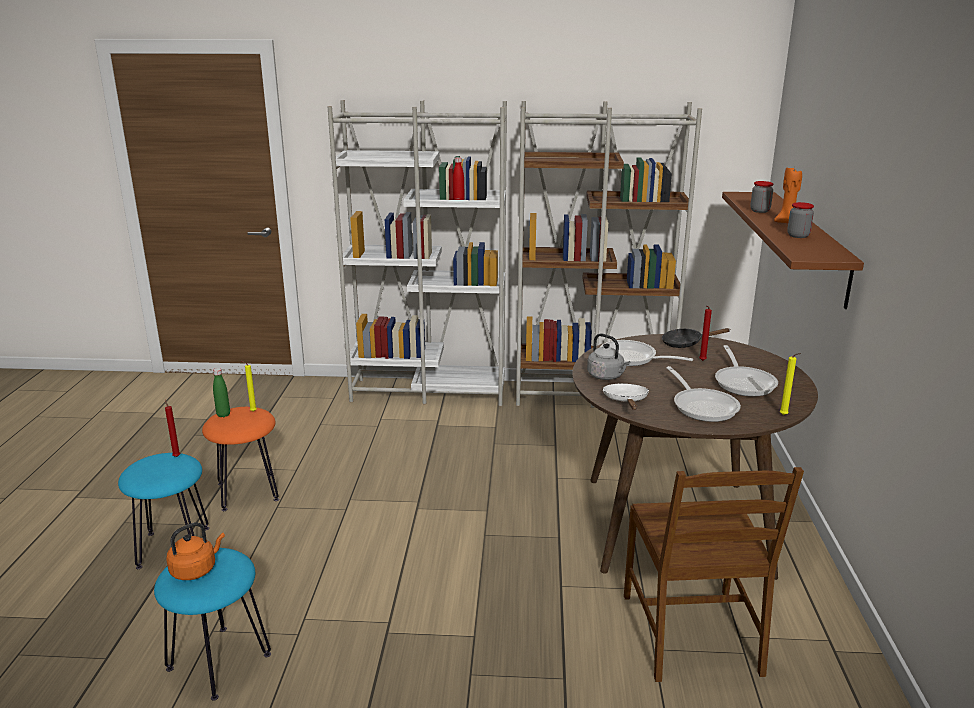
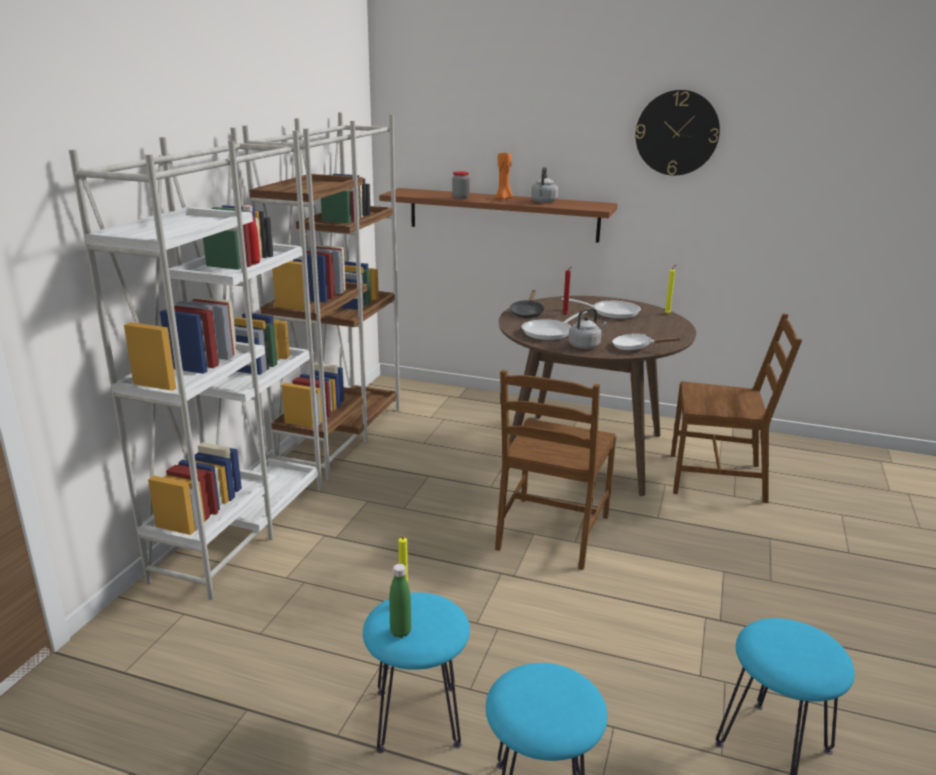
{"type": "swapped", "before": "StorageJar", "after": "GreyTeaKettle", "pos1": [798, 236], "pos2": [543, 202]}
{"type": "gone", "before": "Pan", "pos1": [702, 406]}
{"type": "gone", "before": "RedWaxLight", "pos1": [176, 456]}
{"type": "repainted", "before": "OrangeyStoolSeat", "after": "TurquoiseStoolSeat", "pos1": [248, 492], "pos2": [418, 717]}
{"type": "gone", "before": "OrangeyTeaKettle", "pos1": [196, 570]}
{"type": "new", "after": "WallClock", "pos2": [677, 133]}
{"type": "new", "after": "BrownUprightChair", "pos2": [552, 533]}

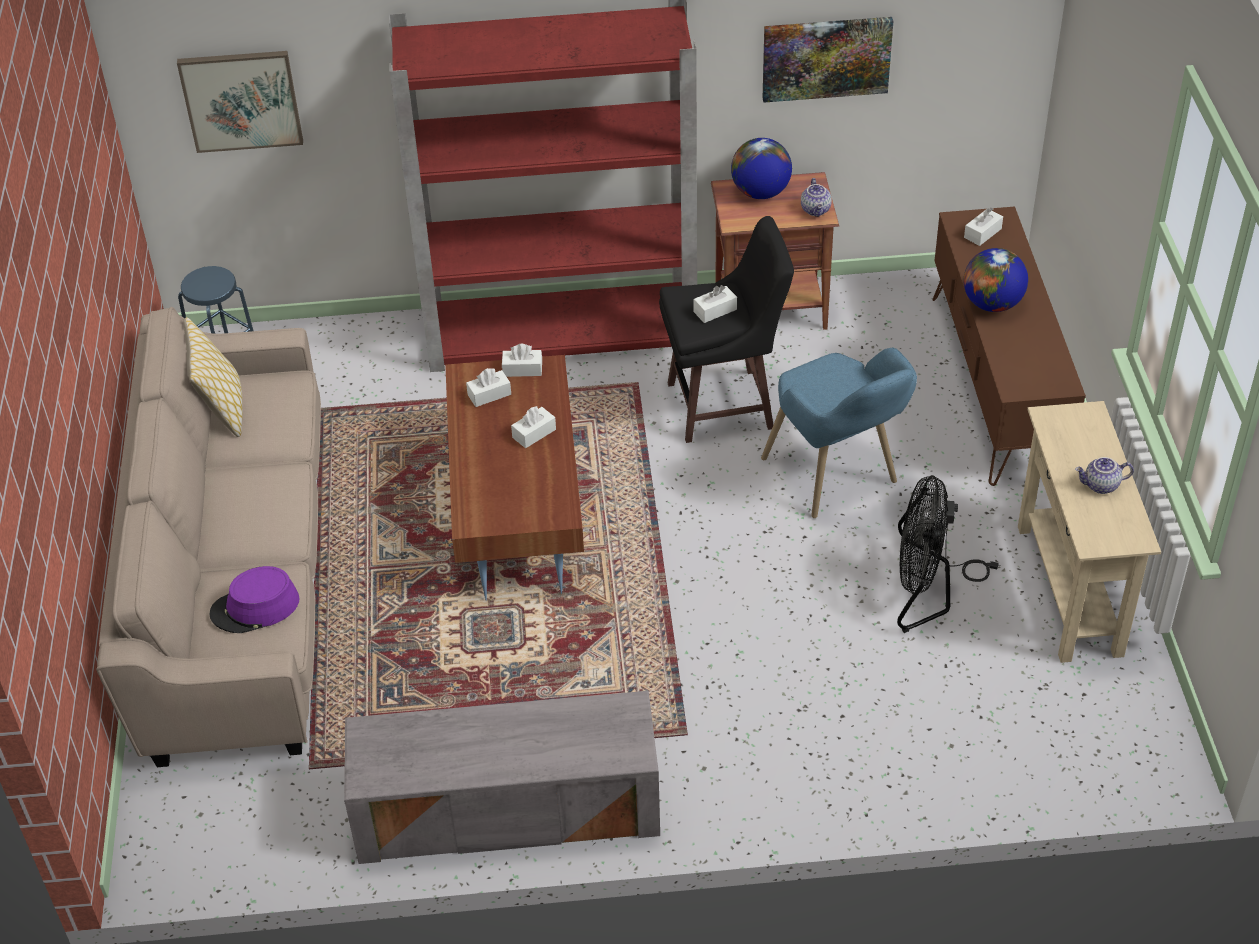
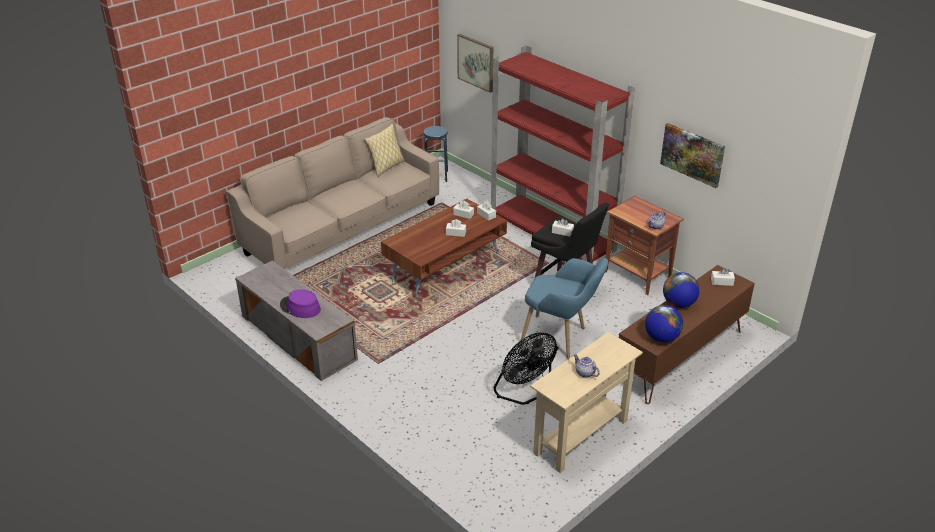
{"type": "shifted", "before": "DeskGlobe", "pos1": [760, 192], "pos2": [661, 338]}
{"type": "rotated", "before": "BlueColouredEasyChair", "pos1": [838, 482], "pos2": [561, 339], "turn": -90}
{"type": "shifted", "before": "PurpleWearableHat", "pos1": [255, 608], "pos2": [300, 307]}

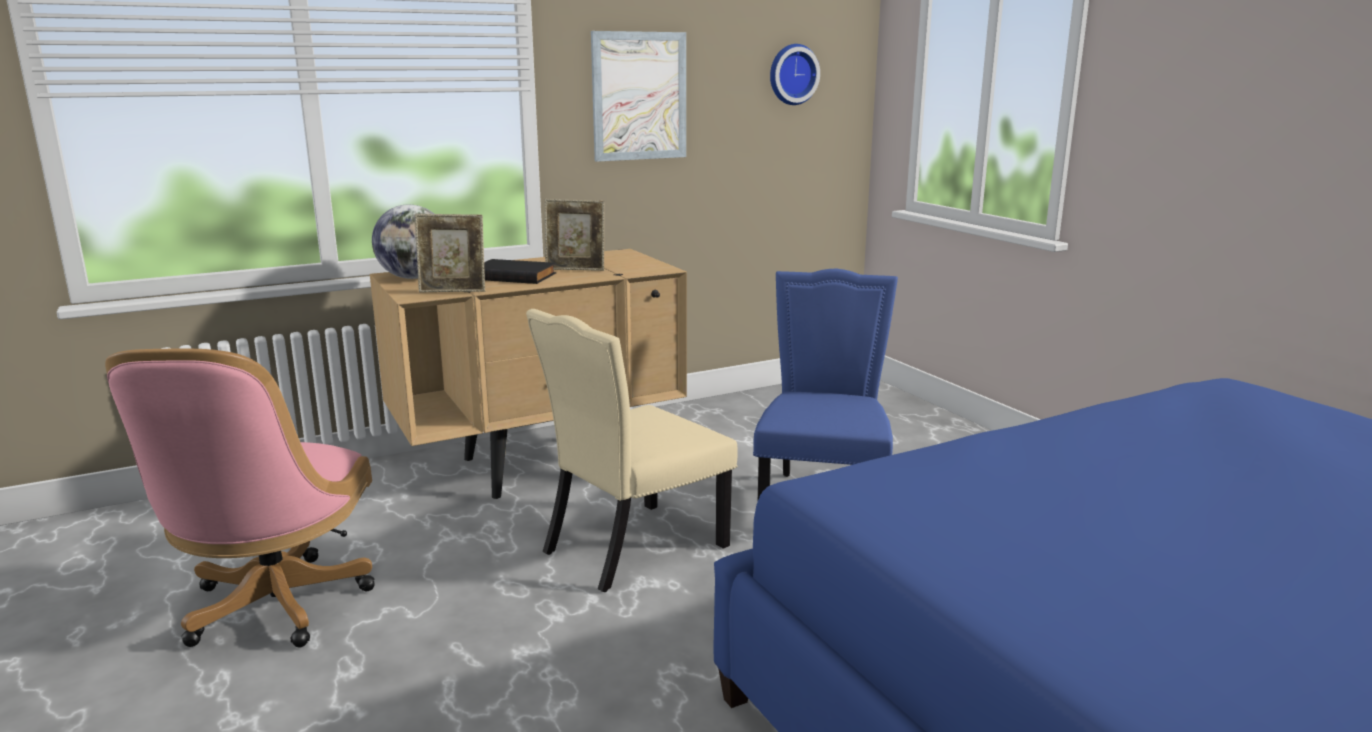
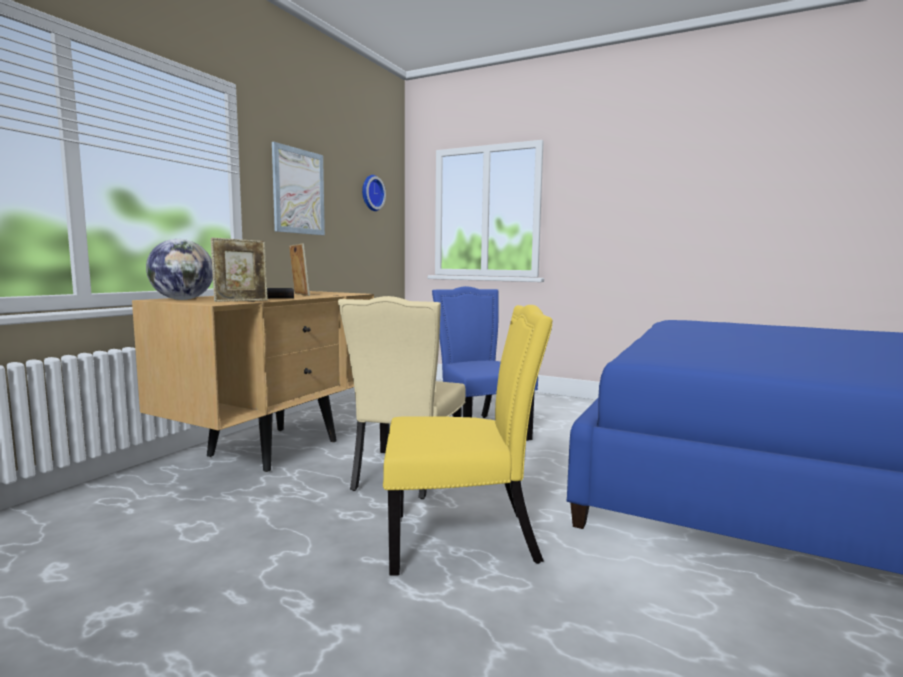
{"type": "rotated", "before": "PictureFrame", "pos1": [576, 269], "pos2": [300, 295], "turn": -90}
{"type": "gone", "before": "PinkColouredOfficeChair", "pos1": [271, 614]}
{"type": "new", "after": "YellowUprightChair", "pos2": [459, 539]}

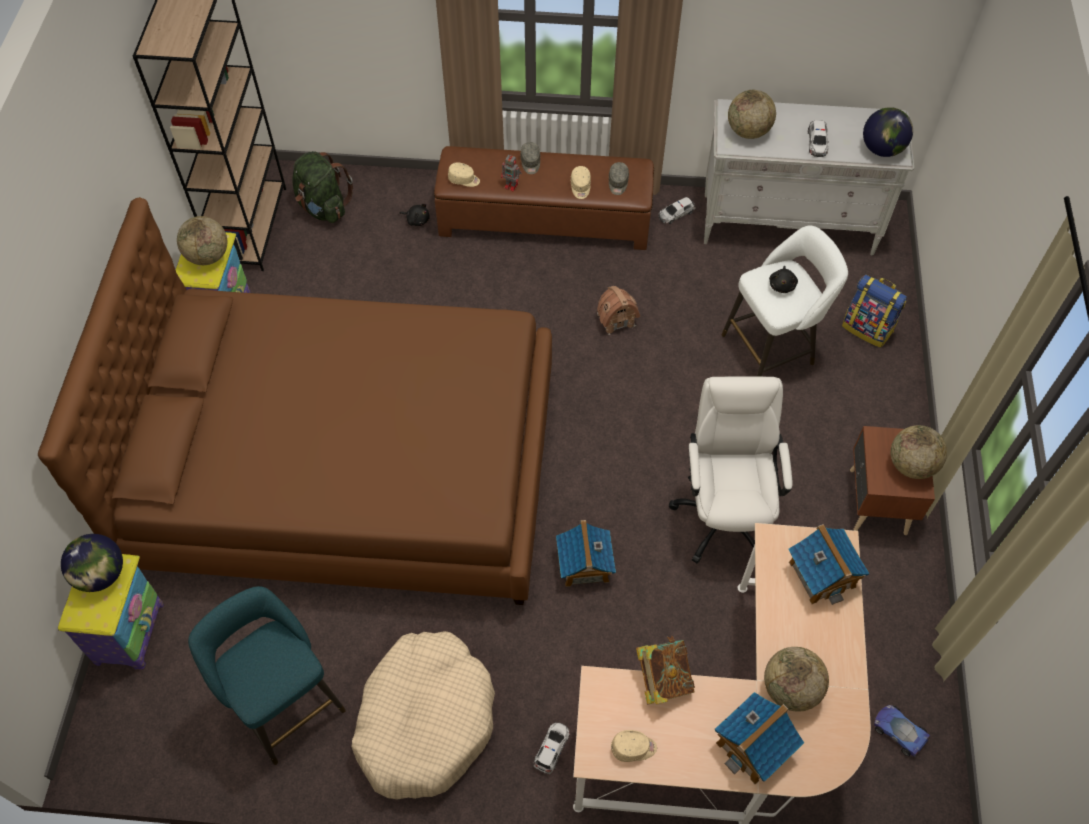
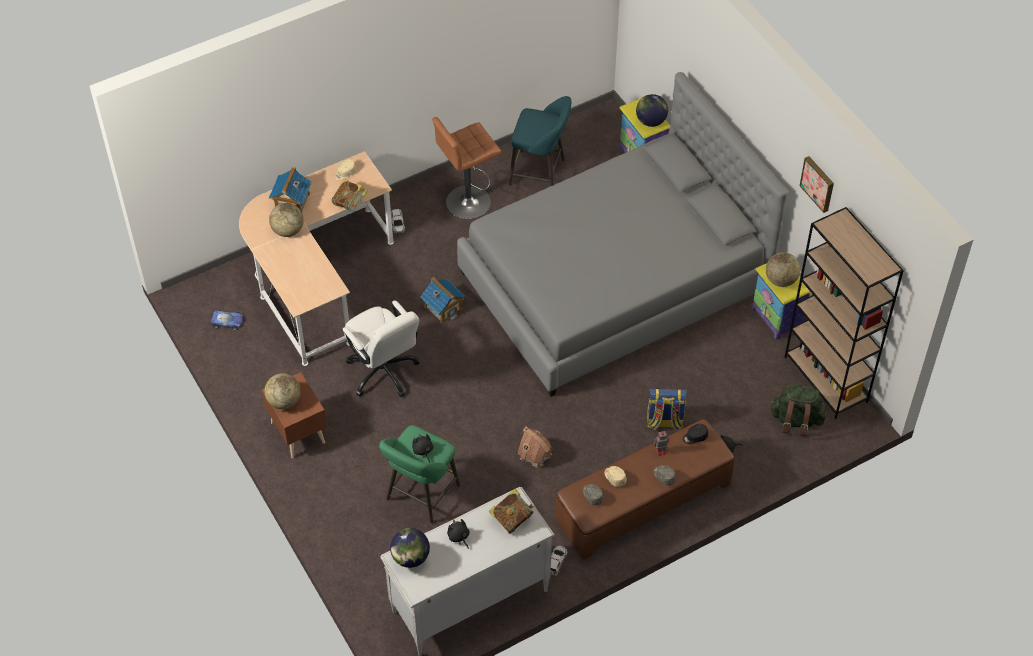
{"type": "swapped", "before": "DeskGlobe", "after": "BoundBook", "pos1": [748, 131], "pos2": [511, 518]}
{"type": "swapped", "before": "ToyCar", "after": "BlackColouredSoftToy", "pos1": [817, 142], "pos2": [459, 537]}
{"type": "repainted", "before": "BeigeCap", "after": "BlackColouredCap", "pos1": [464, 179], "pos2": [695, 437]}
{"type": "repainted", "before": "BrownSleepingBed", "after": "GreySleepingBed", "pos1": [347, 467], "pos2": [615, 282]}
{"type": "repainted", "before": "WhiteColouredStoolSeat", "after": "GreenColouredStoolSeat", "pos1": [772, 348], "pos2": [420, 495]}
{"type": "shifted", "before": "Rucksack", "pos1": [868, 328], "pos2": [664, 421]}
{"type": "gone", "before": "ToyHouse", "pos1": [822, 574]}
{"type": "swapped", "before": "BeigeDogCushion", "after": "BrownStoolSeat", "pos1": [425, 720], "pos2": [467, 202]}
{"type": "new", "after": "Picture", "pos2": [818, 183]}

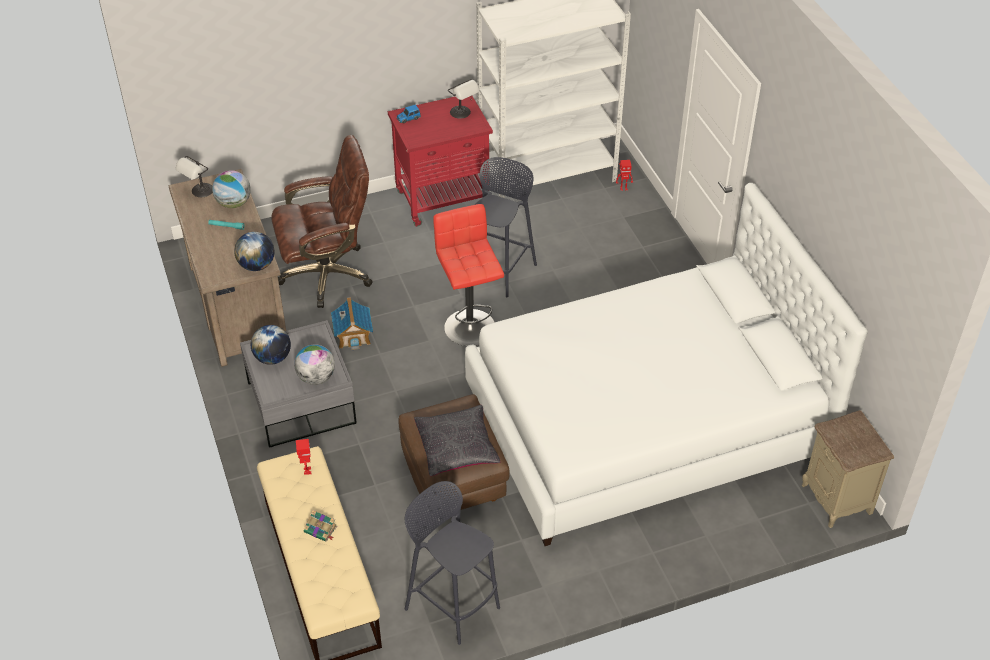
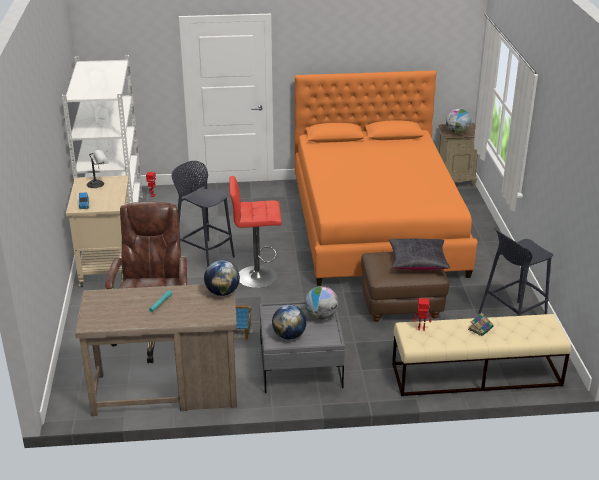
{"type": "repainted", "before": "RedTrolley", "after": "BeigeTrolley", "pos1": [443, 201], "pos2": [108, 268]}
{"type": "gone", "before": "TableLamp", "pos1": [199, 192]}
{"type": "shifted", "before": "DeskGlobe", "pos1": [233, 203], "pos2": [457, 132]}
{"type": "repainted", "before": "WhiteColouredSleepingBed", "after": "OrangeySleepingBed", "pos1": [646, 421], "pos2": [376, 225]}

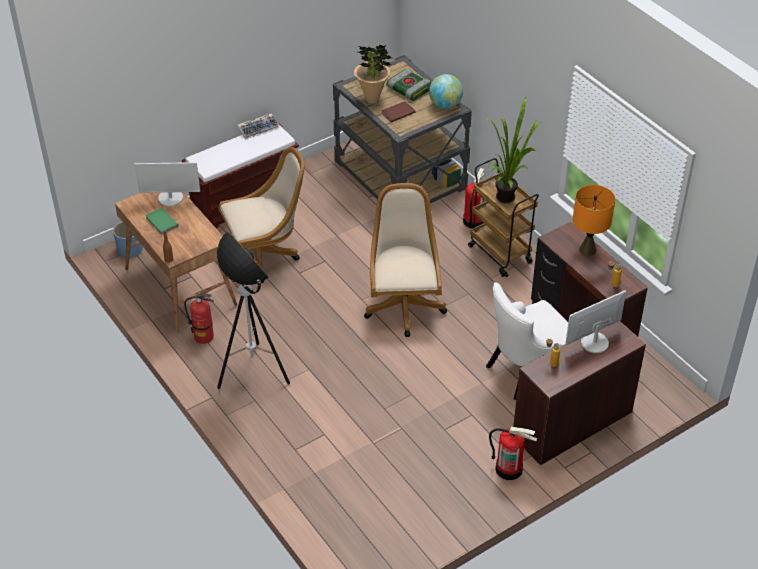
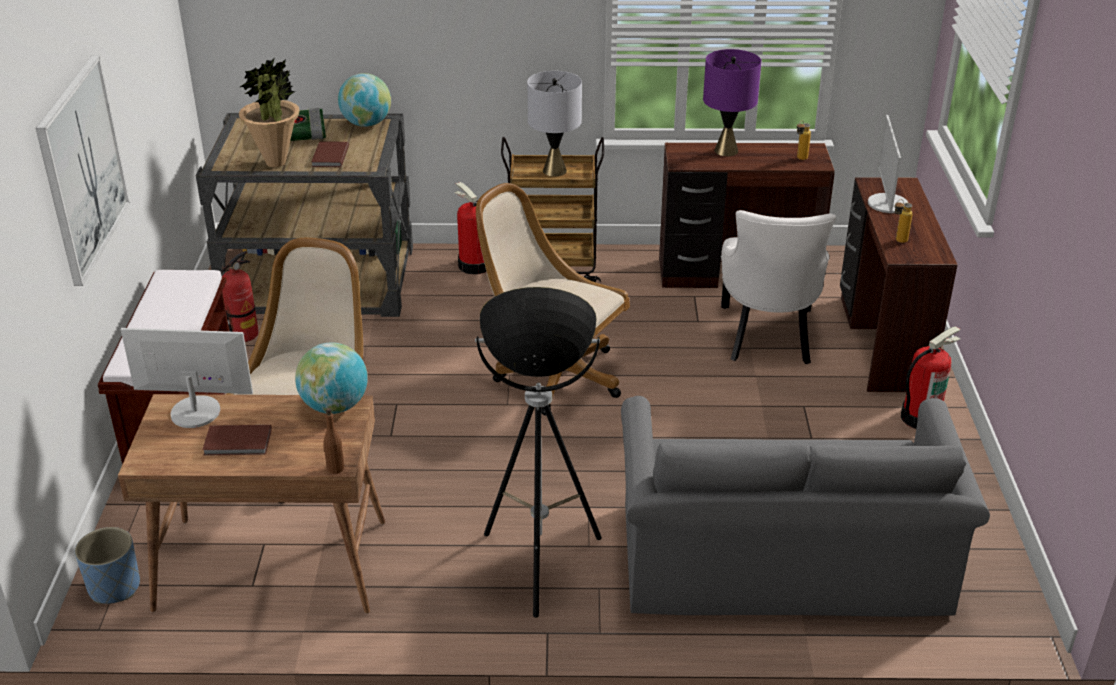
{"type": "swapped", "before": "PottedPlant", "after": "GreyTableLamp", "pos1": [509, 196], "pos2": [554, 171]}
{"type": "gone", "before": "ComputerKeyboard", "pos1": [259, 128]}
{"type": "rotated", "before": "Monitor", "pos1": [171, 198], "pos2": [195, 412], "turn": -120}
{"type": "repainted", "before": "OrangeyTableLamp", "after": "PurpleTableLamp", "pos1": [587, 250], "pos2": [726, 151]}
{"type": "repainted", "before": "GreenColouredBoundBook", "after": "BrownBoundBook", "pos1": [161, 222], "pos2": [238, 443]}
{"type": "shifted", "before": "FireExtinguisher", "pos1": [204, 337], "pos2": [244, 334]}
{"type": "new", "after": "Picture", "pos2": [82, 168]}
{"type": "new", "after": "DeskGlobe", "pos2": [335, 406]}
{"type": "new", "after": "GreyCouch", "pos2": [781, 559]}

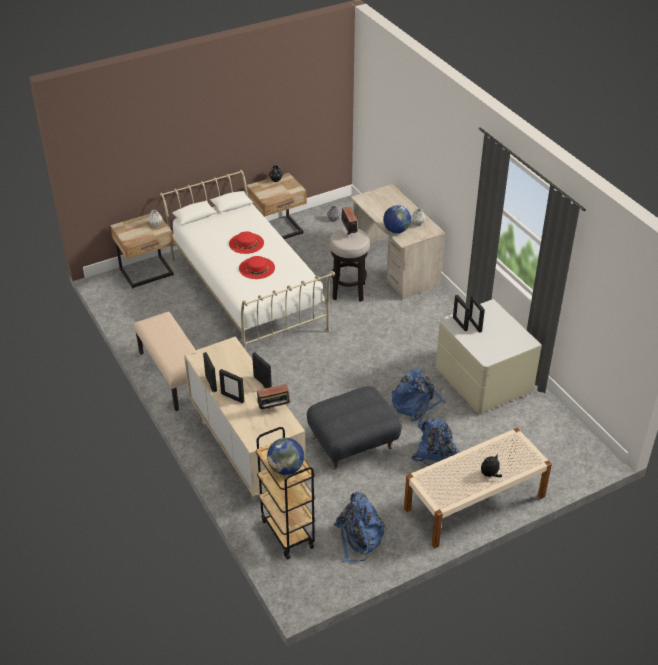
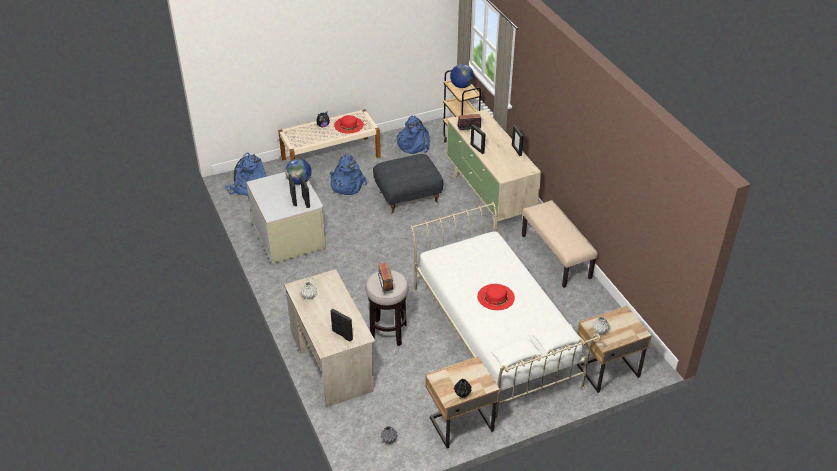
{"type": "shifted", "before": "DeskGlobe", "pos1": [396, 230], "pos2": [299, 181]}
{"type": "shifted", "before": "RedWearableHat", "pos1": [257, 268], "pos2": [348, 125]}
{"type": "shifted", "before": "BlueColouredRucksack", "pos1": [415, 404], "pos2": [247, 187]}
{"type": "shifted", "before": "PictureFrame", "pos1": [233, 397], "pos2": [342, 335]}

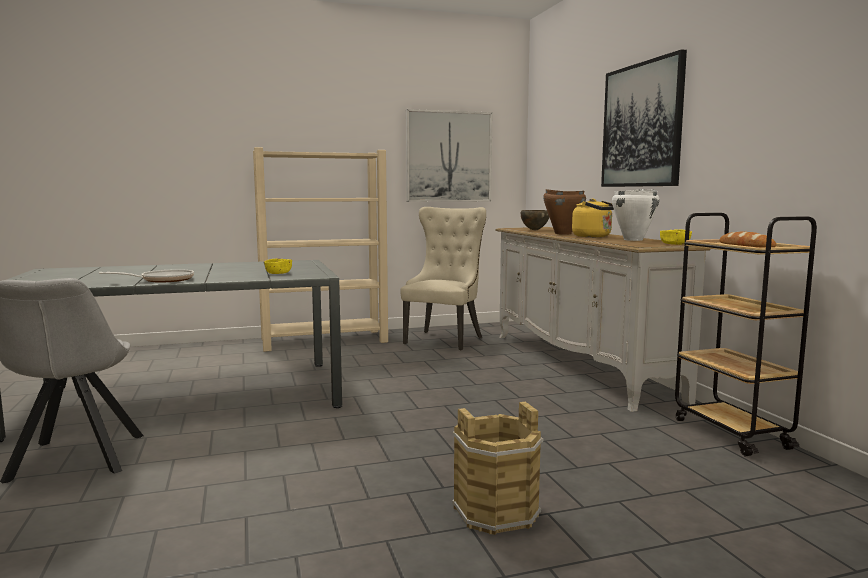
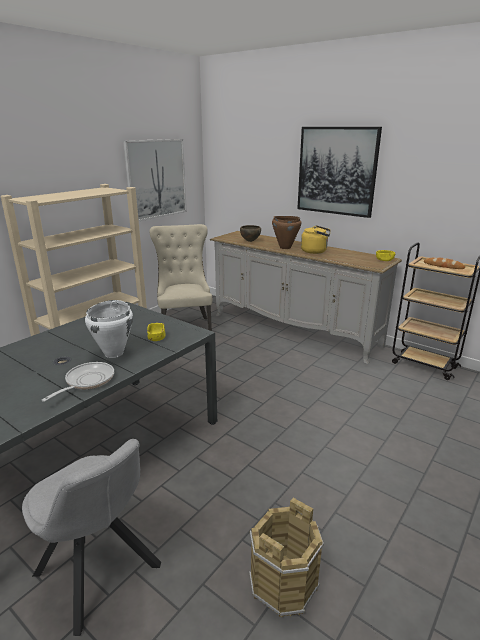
{"type": "shifted", "before": "WhiteColouredSaucepot", "pos1": [633, 240], "pos2": [114, 353]}
{"type": "shifted", "before": "BrownBucket", "pos1": [496, 512], "pos2": [284, 583]}

